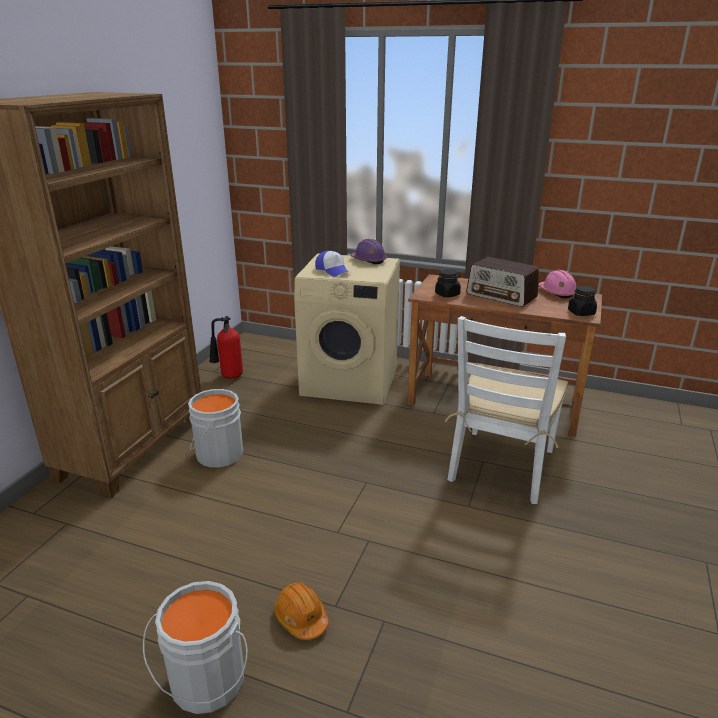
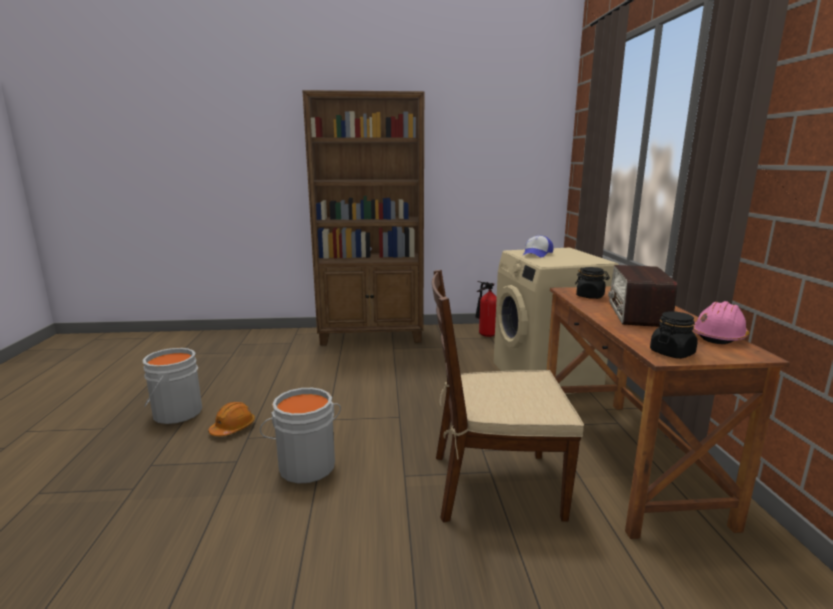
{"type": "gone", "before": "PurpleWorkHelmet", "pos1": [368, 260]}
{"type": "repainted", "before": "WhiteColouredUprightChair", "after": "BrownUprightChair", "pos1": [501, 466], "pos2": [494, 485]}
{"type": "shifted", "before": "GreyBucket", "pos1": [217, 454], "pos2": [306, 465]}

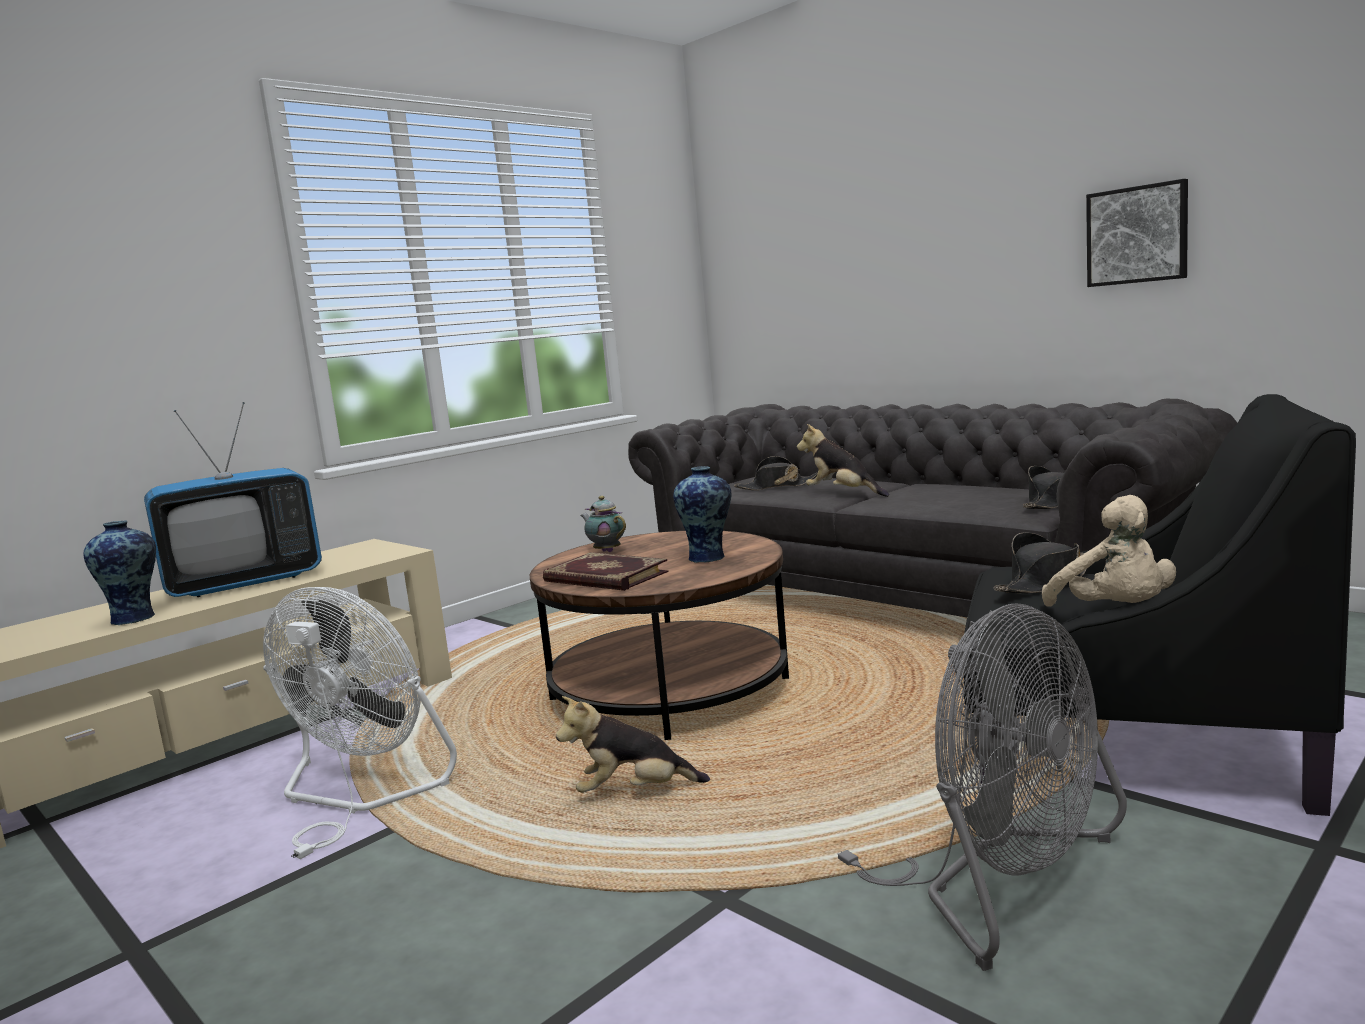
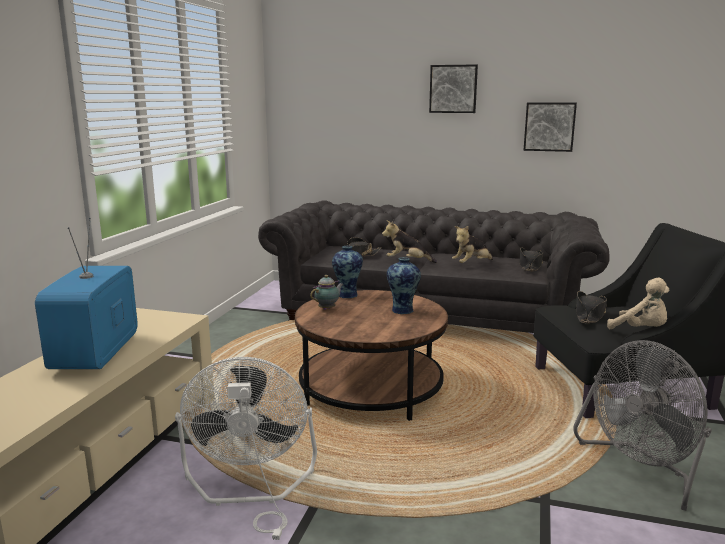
{"type": "rotated", "before": "Tv", "pos1": [244, 583], "pos2": [97, 354], "turn": 150}
{"type": "rotated", "before": "TeaPot", "pos1": [606, 551], "pos2": [328, 308], "turn": 120}
{"type": "shifted", "before": "DecorativeVase", "pos1": [135, 618], "pos2": [347, 295]}
{"type": "gone", "before": "BoundBook", "pos1": [604, 577]}
{"type": "rotated", "before": "GreyFan", "pos1": [994, 883], "pos2": [641, 465], "turn": 135}
{"type": "shifted", "before": "SoftToy", "pos1": [634, 792], "pos2": [471, 264]}
{"type": "new", "after": "Picture", "pos2": [453, 89]}

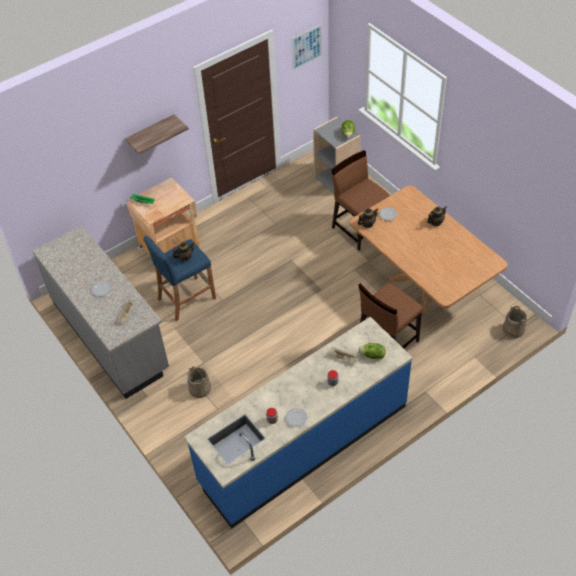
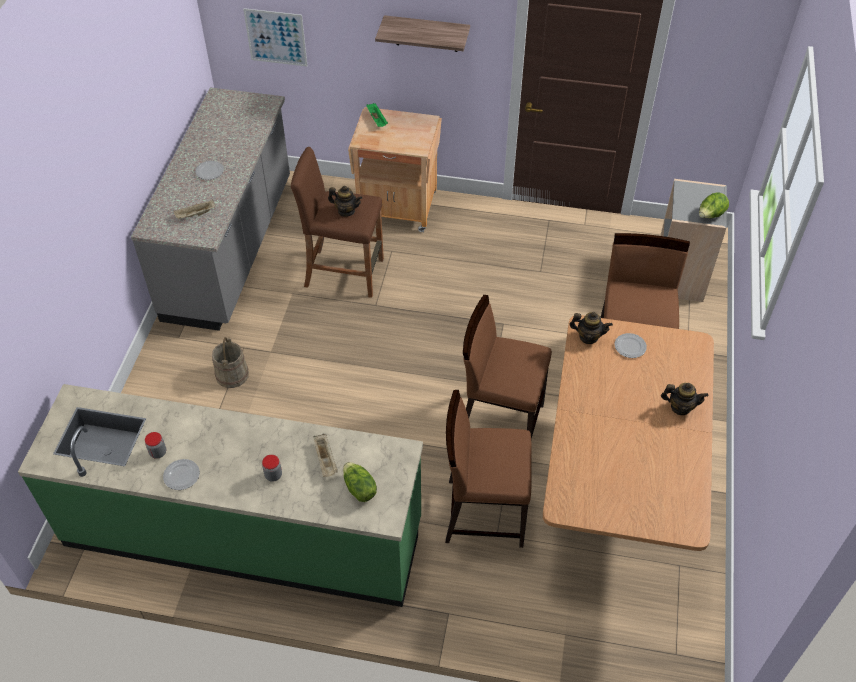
{"type": "shifted", "before": "Picture", "pos1": [307, 47], "pos2": [276, 37]}
{"type": "repainted", "before": "BlueColouredStoolSeat", "after": "BrownStoolSeat", "pos1": [186, 298], "pos2": [344, 273]}
{"type": "gone", "before": "BeigeBucket", "pos1": [513, 329]}
{"type": "repainted", "before": "BlueColouredKitchenBaseUnit", "after": "GreenColouredKitchenBaseUnit", "pos1": [303, 443], "pos2": [244, 532]}
{"type": "new", "after": "BrownUprightChair", "pos2": [500, 421]}

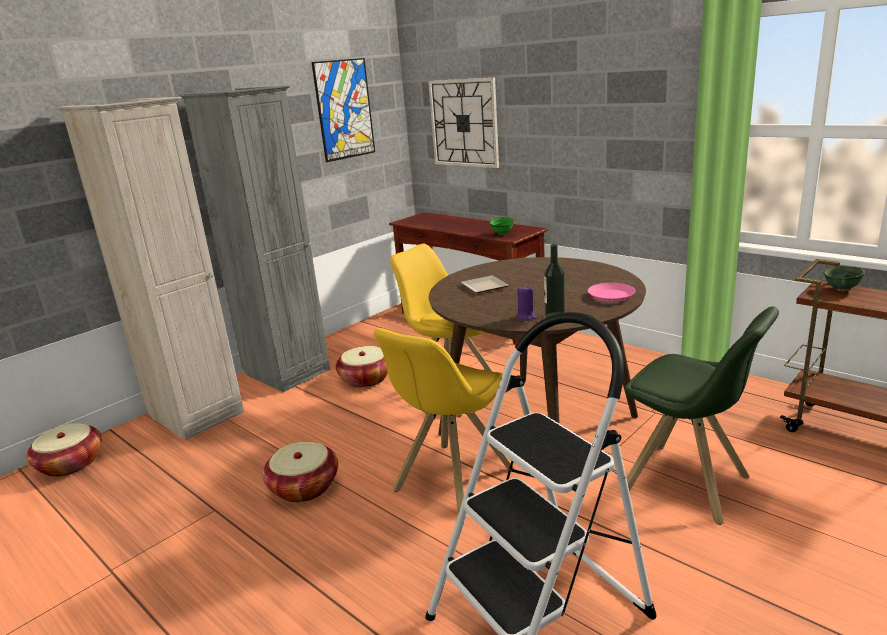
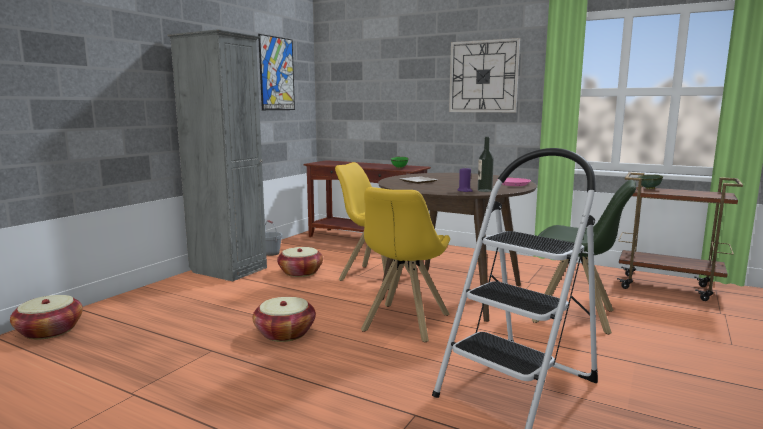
{"type": "shifted", "before": "WallClock", "pos1": [464, 123], "pos2": [483, 76]}
{"type": "gone", "before": "BeigeCabinet", "pos1": [197, 413]}
{"type": "new", "after": "GreyBucket", "pos2": [271, 253]}

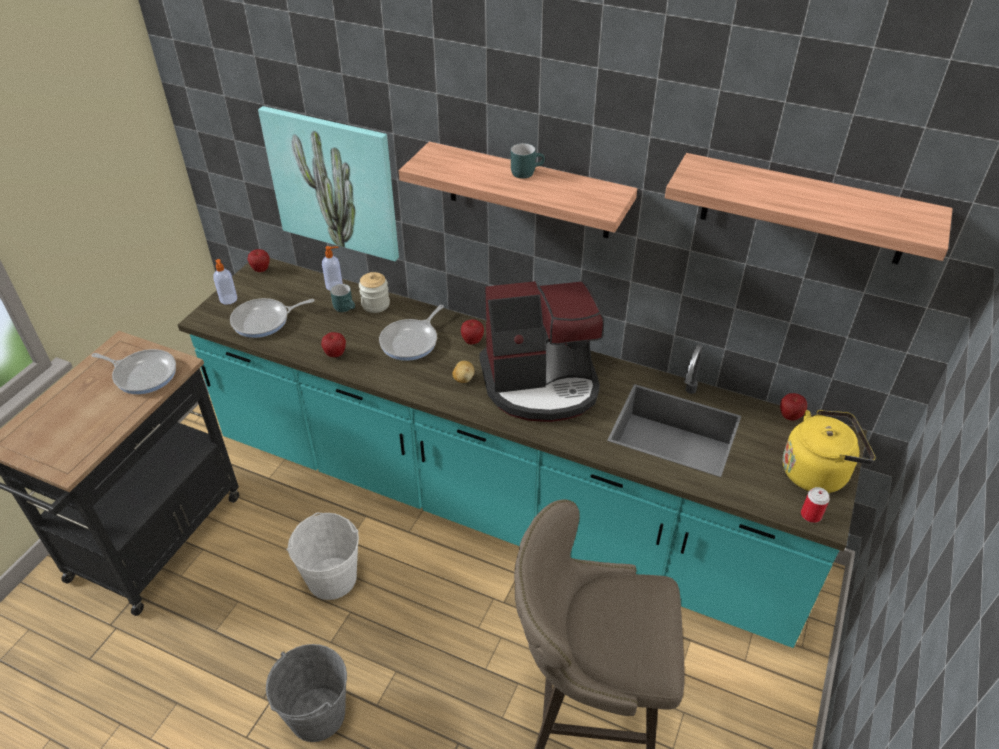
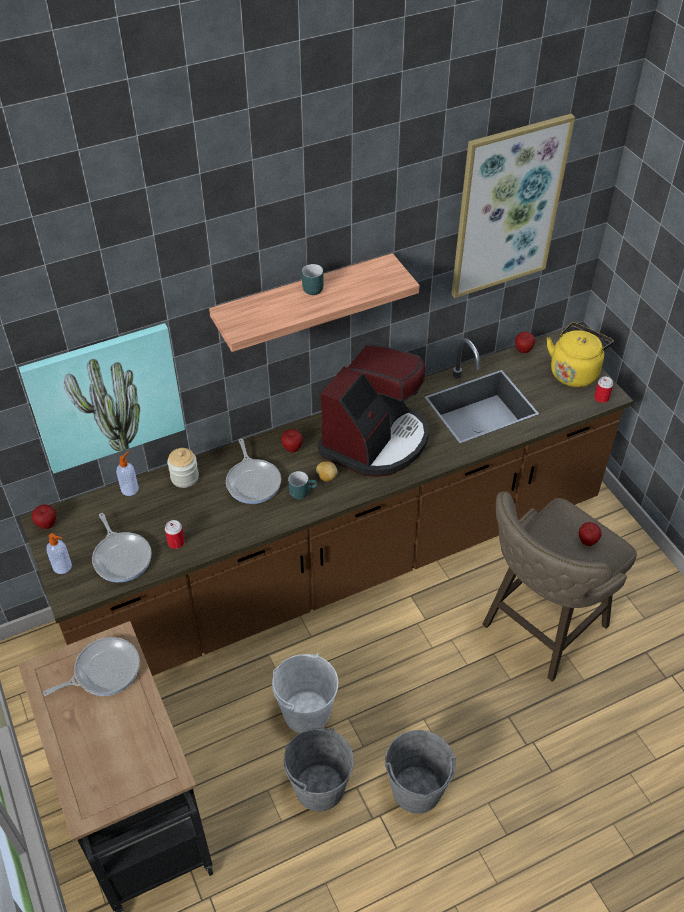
{"type": "swapped", "before": "Shelf", "after": "Picture", "pos1": [804, 210], "pos2": [507, 208]}
{"type": "repainted", "before": "TurquoiseKitchenBaseUnit", "after": "BrownKitchenBaseUnit", "pos1": [499, 505], "pos2": [341, 566]}
{"type": "shifted", "before": "TurquoiseTeaMug", "pos1": [346, 307], "pos2": [302, 491]}
{"type": "rotated", "before": "Pan", "pos1": [264, 321], "pos2": [122, 557], "turn": -45}
{"type": "shifted", "before": "WholeApple", "pos1": [335, 354], "pos2": [587, 541]}
{"type": "new", "after": "Can", "pos2": [176, 542]}
{"type": "new", "after": "GreyBucket", "pos2": [319, 787]}

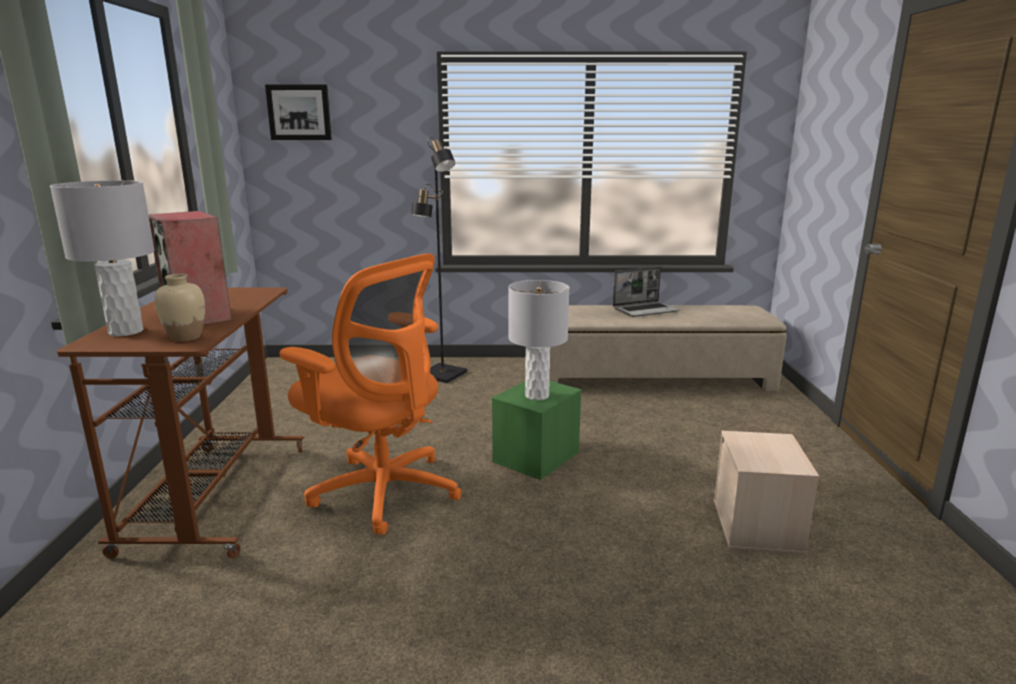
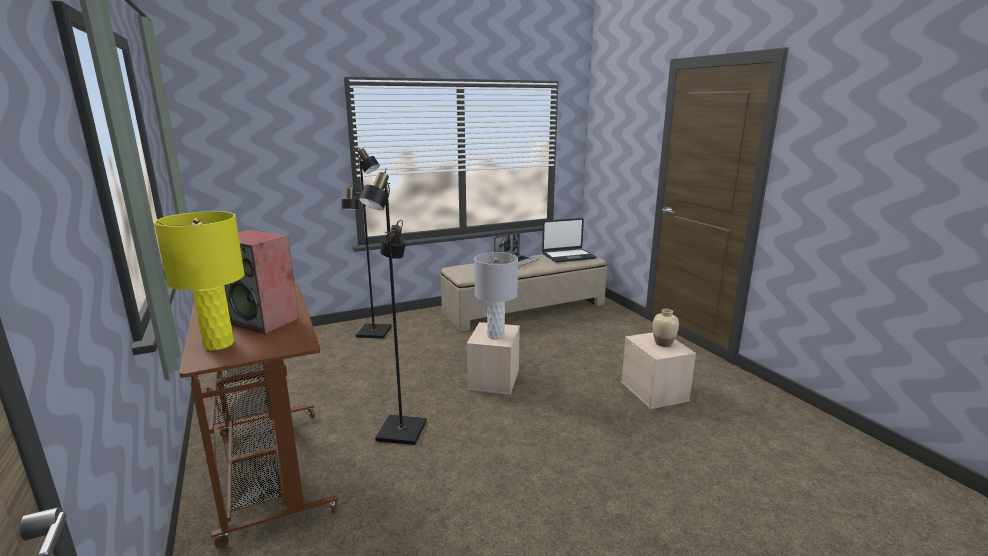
{"type": "gone", "before": "Picture", "pos1": [299, 112]}
{"type": "repainted", "before": "GreyTableLamp", "after": "YellowTableLamp", "pos1": [125, 331], "pos2": [218, 344]}
{"type": "swapped", "before": "OrangeyOfficeChair", "after": "BlackColouredFloorLamp", "pos1": [376, 490], "pos2": [402, 431]}
{"type": "shifted", "before": "BeigeDecorativeVase", "pos1": [185, 337], "pos2": [663, 343]}
{"type": "repainted", "before": "GreenColouredStorageBin", "after": "BeigeStorageBin", "pos1": [536, 457], "pos2": [494, 379]}
{"type": "new", "after": "Laptop", "pos2": [568, 256]}

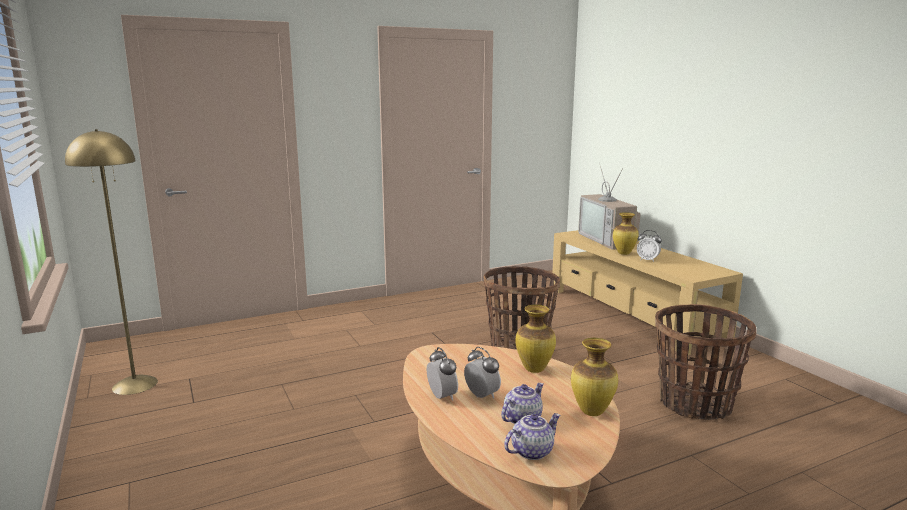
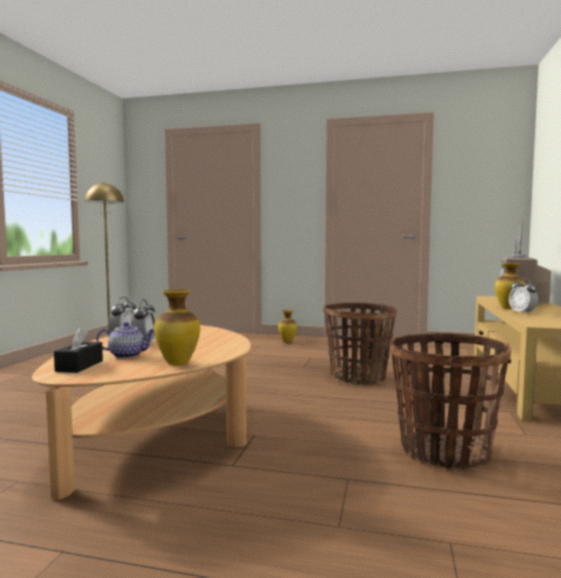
{"type": "shifted", "before": "DecorativeVase", "pos1": [534, 369], "pos2": [287, 341]}
{"type": "swapped", "before": "TeaPot", "after": "BlackColouredTissueHolder", "pos1": [531, 451], "pos2": [79, 366]}

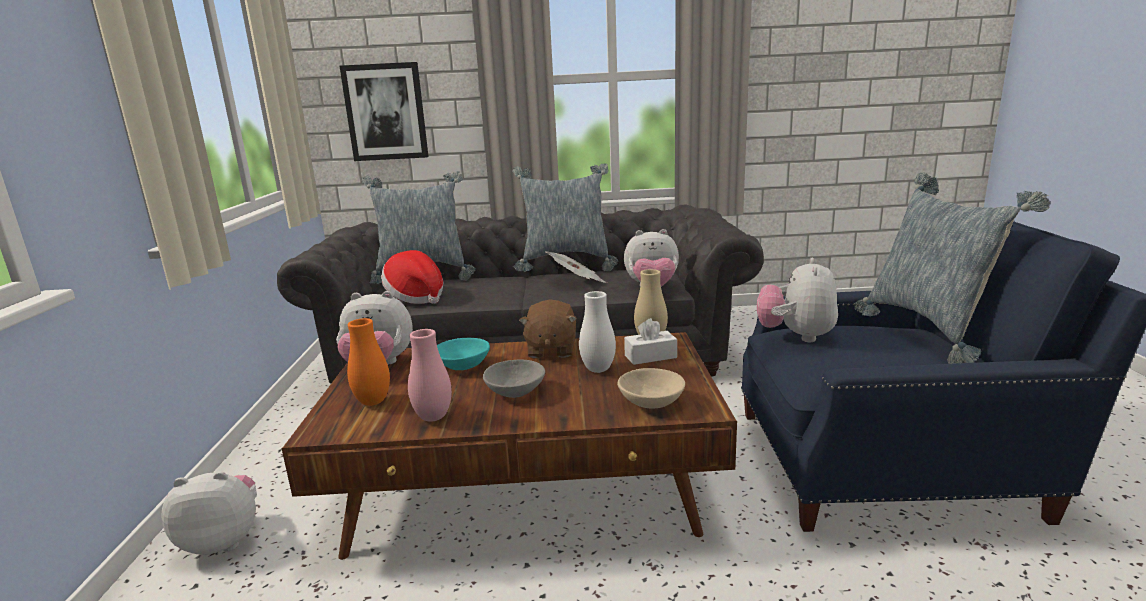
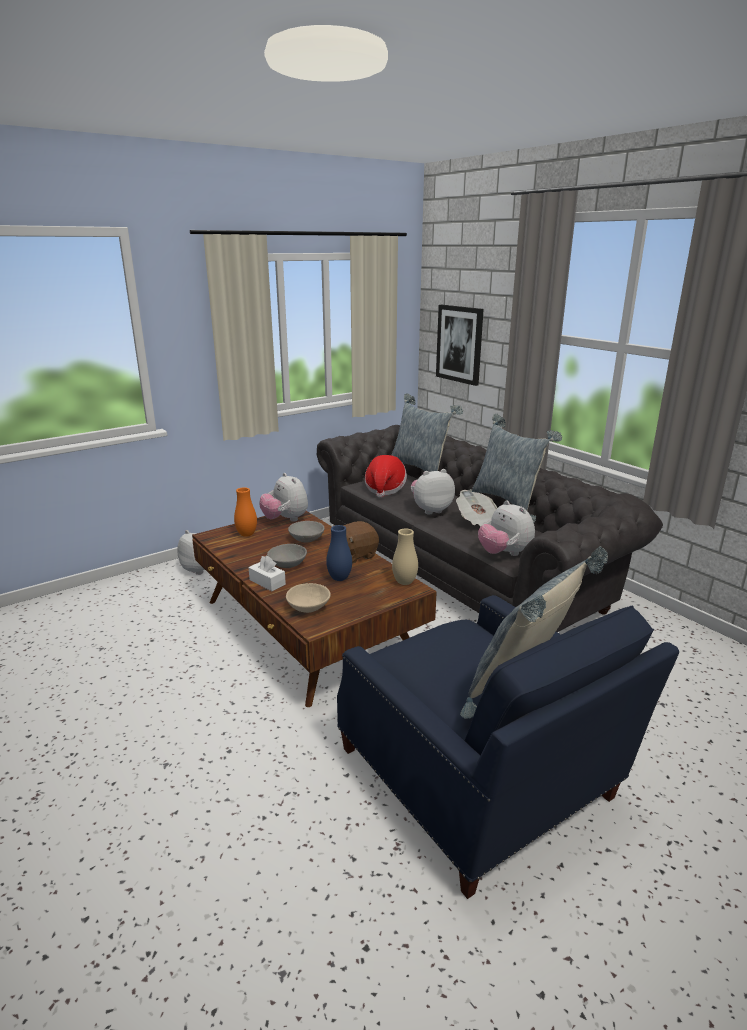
{"type": "shifted", "before": "SoftToy", "pos1": [796, 336], "pos2": [430, 510]}
{"type": "repainted", "before": "WhiteColouredDecorativeVase", "after": "BlueColouredDecorativeVase", "pos1": [598, 369], "pos2": [339, 578]}
{"type": "shifted", "before": "WhiteColouredTissueHolder", "pos1": [650, 356], "pos2": [267, 582]}
{"type": "gone", "before": "PinkColouredDecorativeVase", "pos1": [433, 417]}
{"type": "repainted", "before": "TurquoiseBowl", "after": "GreyBowl", "pos1": [462, 366], "pos2": [306, 539]}

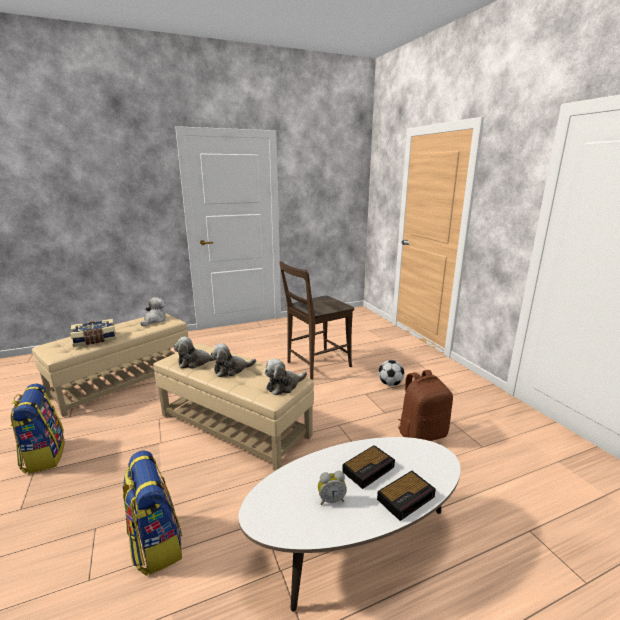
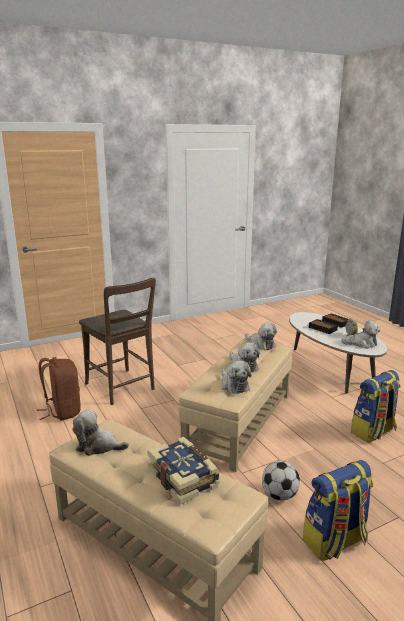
{"type": "shifted", "before": "FootballBall", "pos1": [390, 384], "pos2": [279, 495]}
{"type": "shifted", "before": "BrownRucksack", "pos1": [421, 433], "pos2": [62, 411]}
{"type": "new", "after": "SoftToy", "pos2": [362, 344]}

